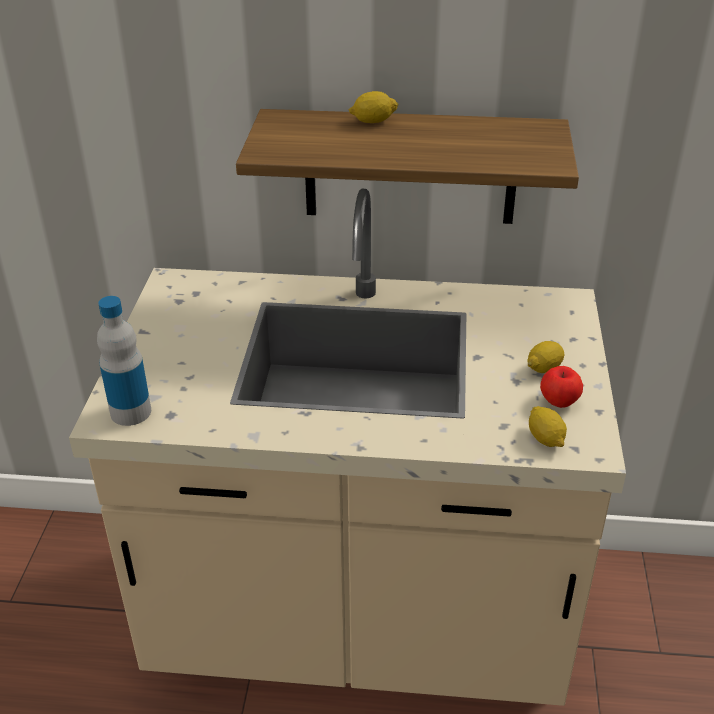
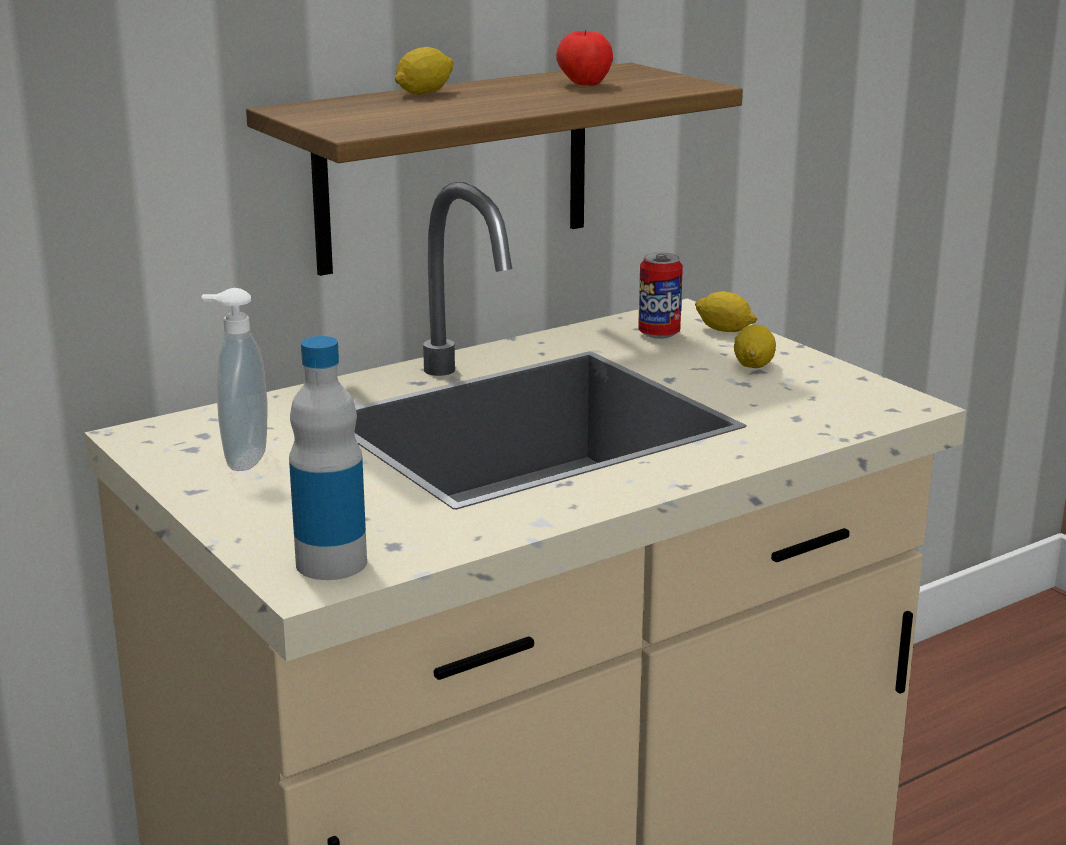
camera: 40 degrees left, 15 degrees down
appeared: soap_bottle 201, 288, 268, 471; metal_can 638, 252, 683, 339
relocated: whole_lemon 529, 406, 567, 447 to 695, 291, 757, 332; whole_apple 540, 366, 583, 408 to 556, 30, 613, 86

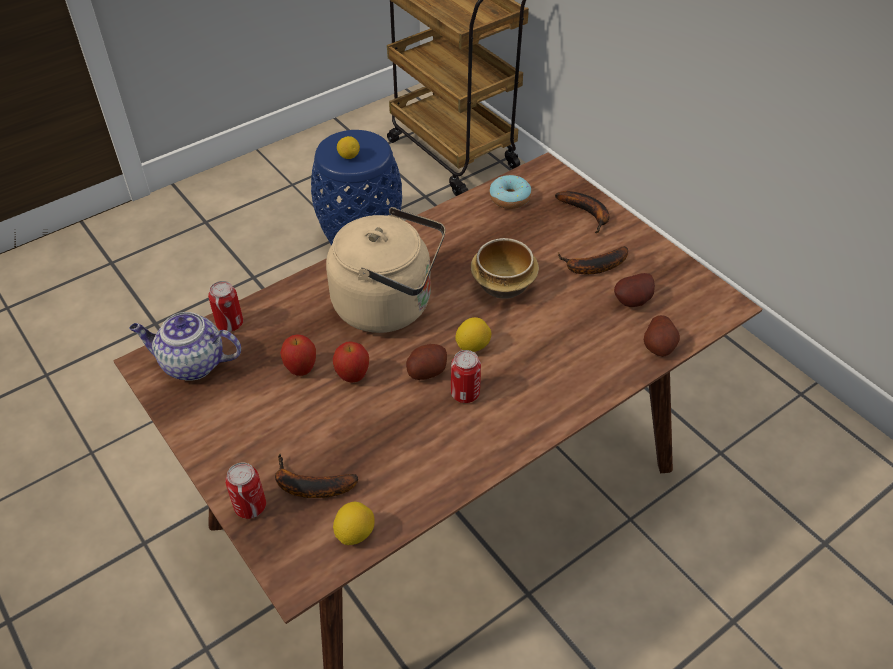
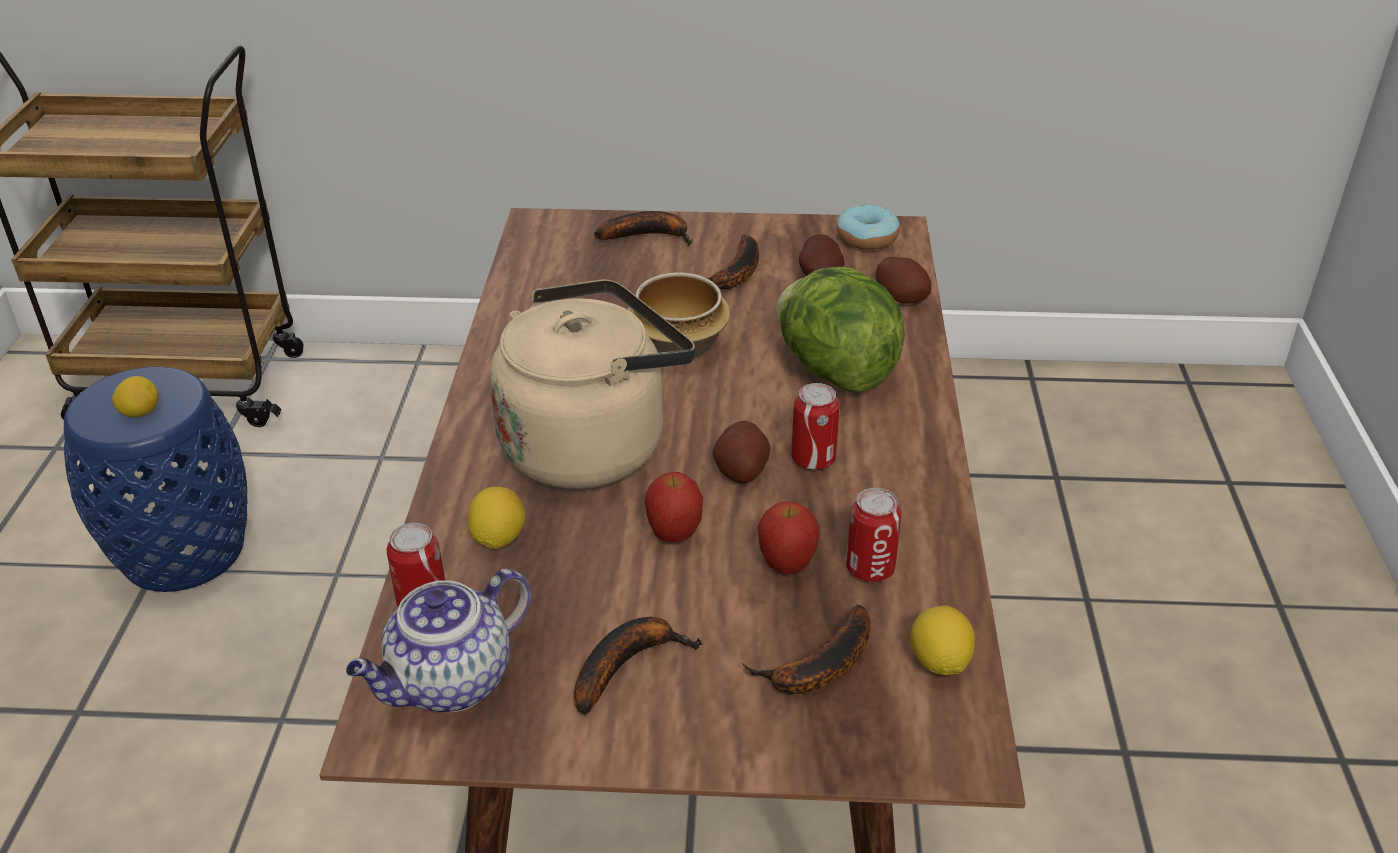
camera: 50 degrees left, 10 degrees down
appeared: whole_banana 574, 617, 703, 715; head_of_lettuce 776, 266, 905, 393
relocated: metal_can 225, 463, 266, 519 to 846, 488, 901, 582; whole_apple 280, 335, 316, 376 to 757, 502, 820, 574; whole_lemon 455, 317, 491, 352 to 467, 487, 525, 549; ring_doughnut 489, 175, 531, 209 to 837, 205, 900, 250

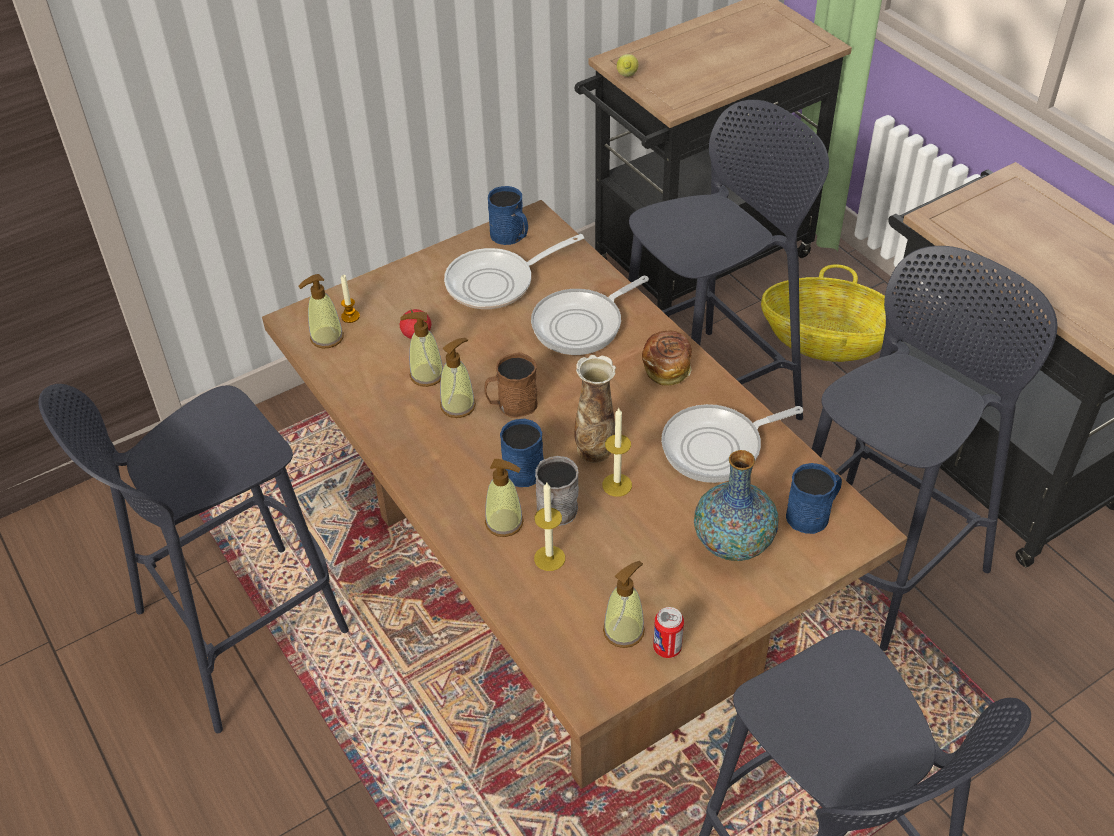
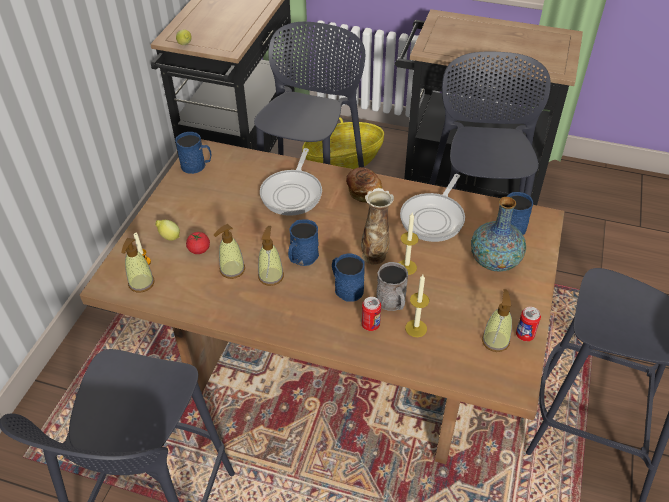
camera: 40 degrees left, 0 degrees up
missing: frying_pan 444, 234, 584, 309
appeared: whole_lemon 155, 220, 180, 241
exchanged: soap_bottle 485, 459, 524, 537 to metal_can 361, 297, 381, 331
colour: brown-coloured_tea_mug 485, 352, 538, 418 to blue-coloured_tea_mug 288, 219, 319, 266

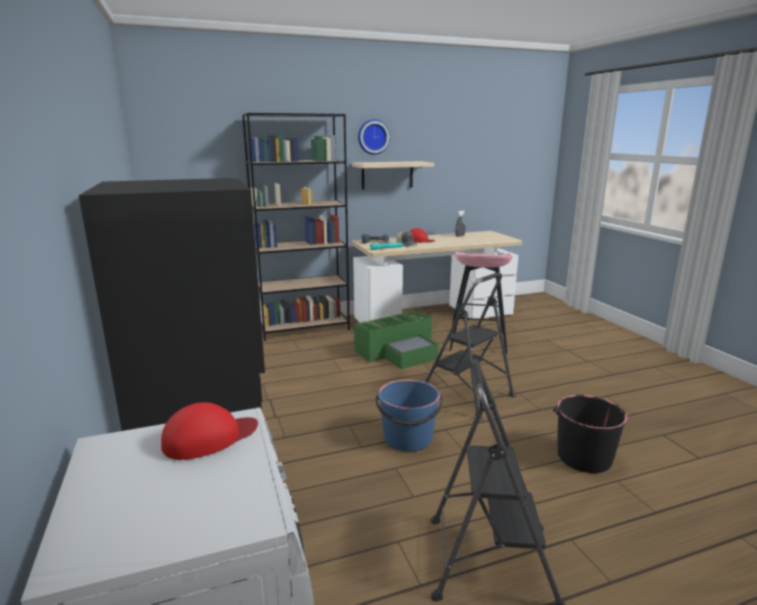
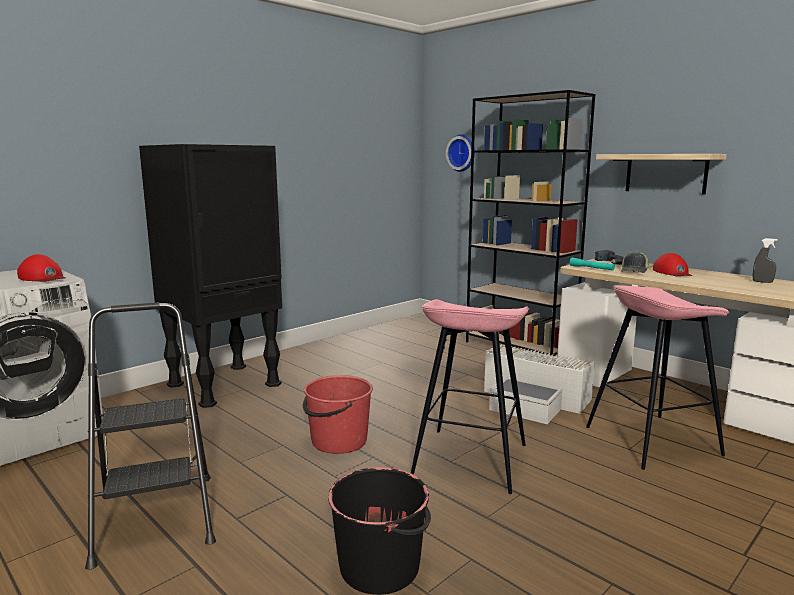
camera: 65 degrees right, 5 degrees down
relocated: hanging_clock 358, 119, 390, 155 to 446, 134, 475, 172
exchanged: blackish_stepladder 425, 273, 516, 421 to pink_sitting_stool 411, 299, 529, 494
colour: green_storage_container 354, 311, 438, 369 to white_storage_container 484, 344, 595, 424; blue-coloured_water_bucket 376, 379, 443, 452 to red-coloured_water_bucket 303, 375, 373, 454

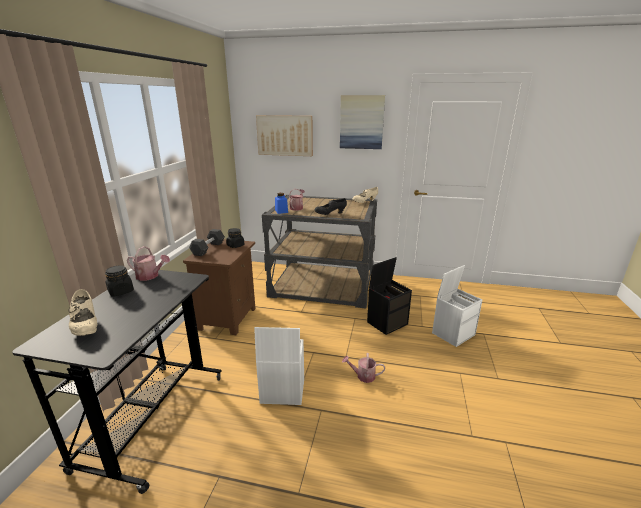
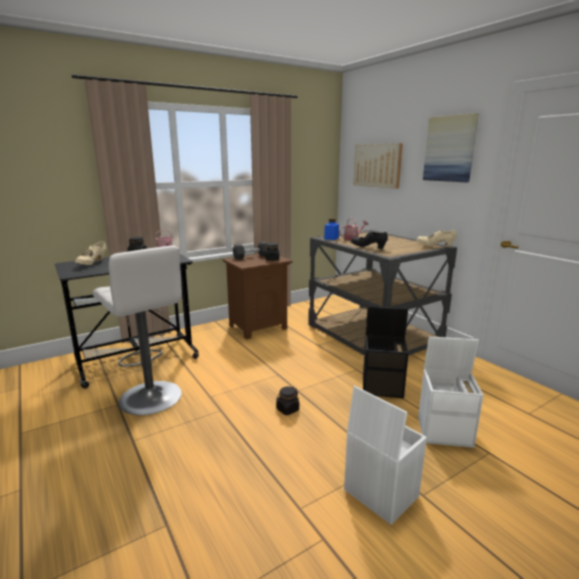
camera: 45 degrees right, 5 degrees down
appeared: white_sitting_stool 93, 245, 182, 415
relocated: white_storage_container 254, 327, 304, 405 to 344, 386, 427, 525
exchanged: sprinkling_can 342, 353, 385, 383 to blackish_storage_jar 276, 387, 299, 415

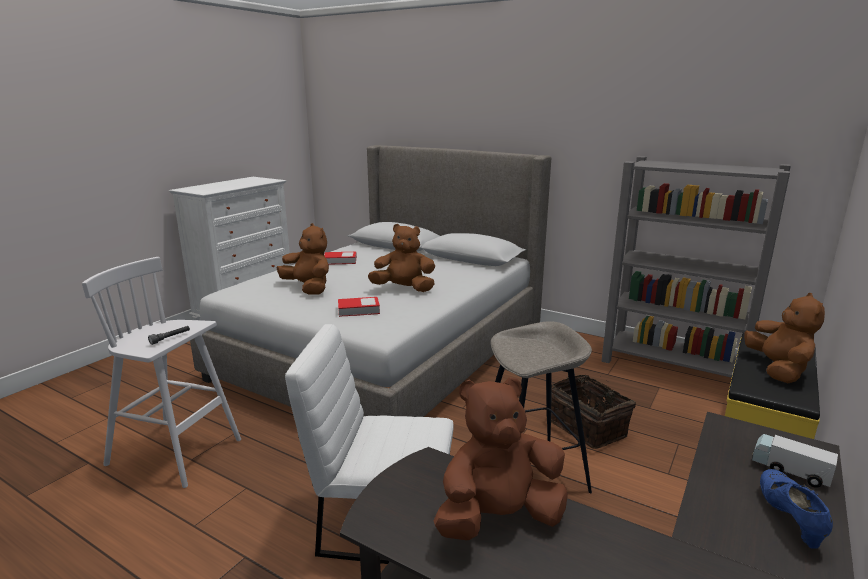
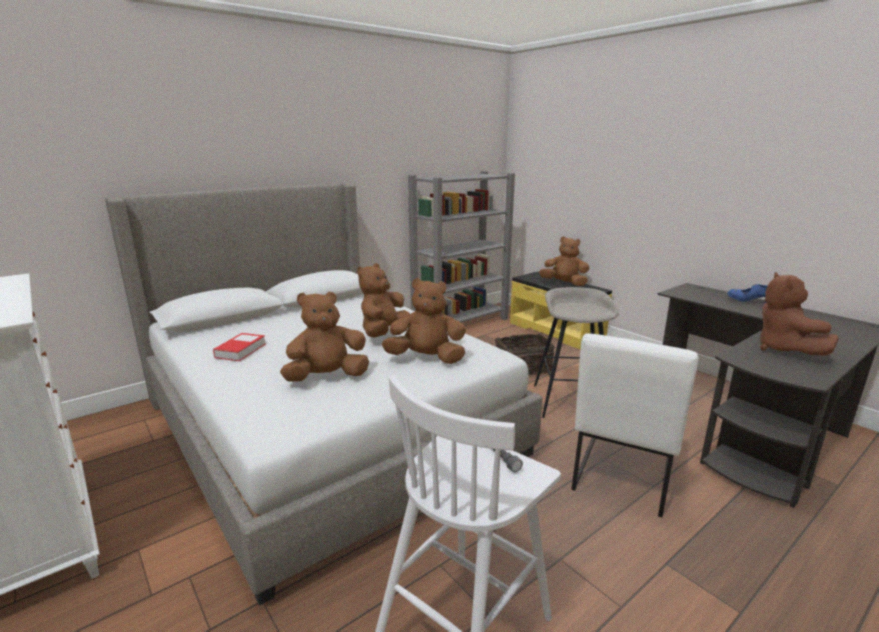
camera: 70 degrees left, 0 degrees up
missing: toy_lorry 752, 434, 838, 488
exchanged: volume 338, 297, 380, 317 to brown-coloured_cuddly_toy 382, 278, 466, 364

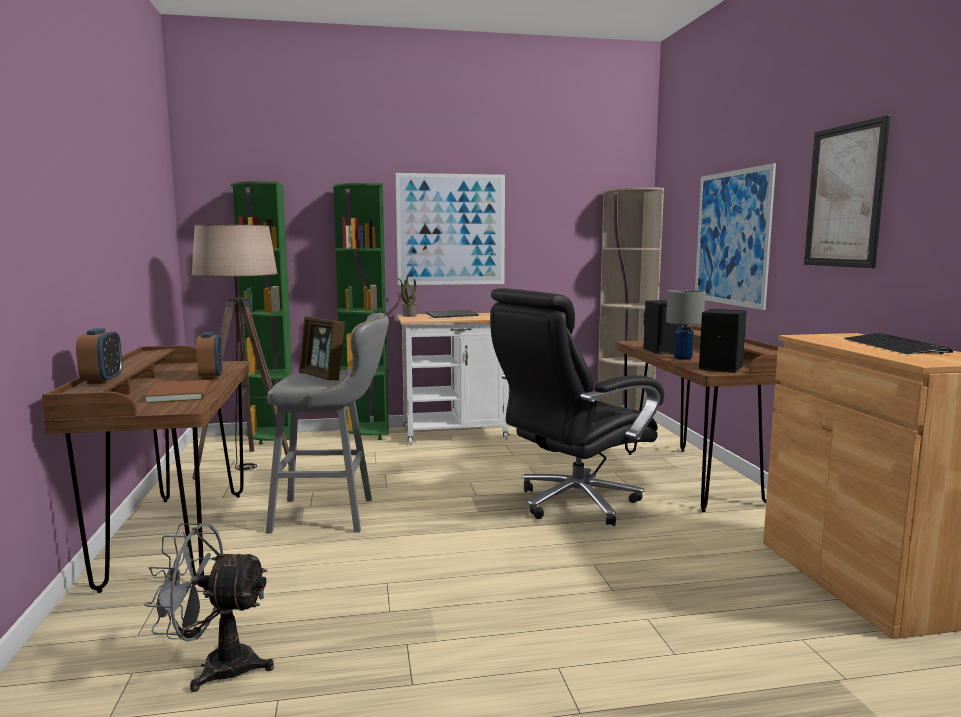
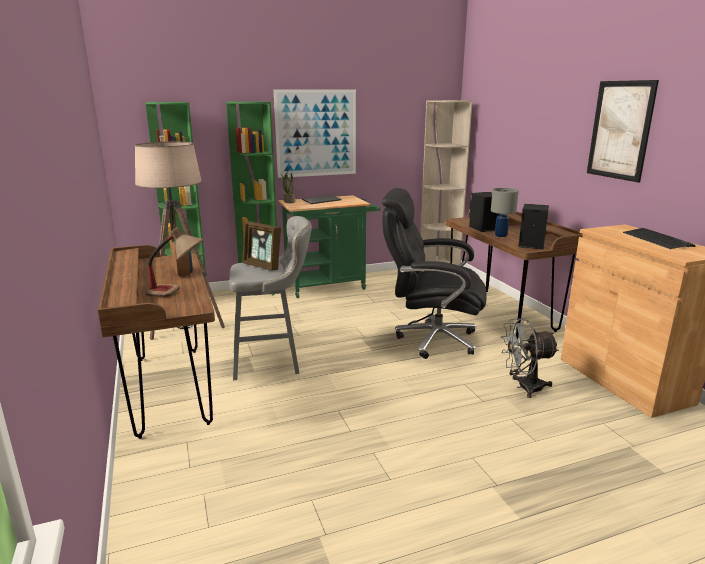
camera: 10 degrees left, 10 degrees up
missing: table_clock 76, 328, 123, 384; picture 695, 163, 776, 310
relocated: greyish_electric_fan 144, 523, 274, 692 to 501, 318, 559, 398
exchanged: brown-coloured_volume 145, 380, 210, 403 to lamp_for_a_table 146, 227, 203, 297
colour: white_wheeled_cart 397, 313, 510, 445 to green_wheeled_cart 278, 195, 381, 298
spun: blackish_desk_chair 490, 288, 664, 526 = 382, 188, 486, 359 60 degrees clockwise

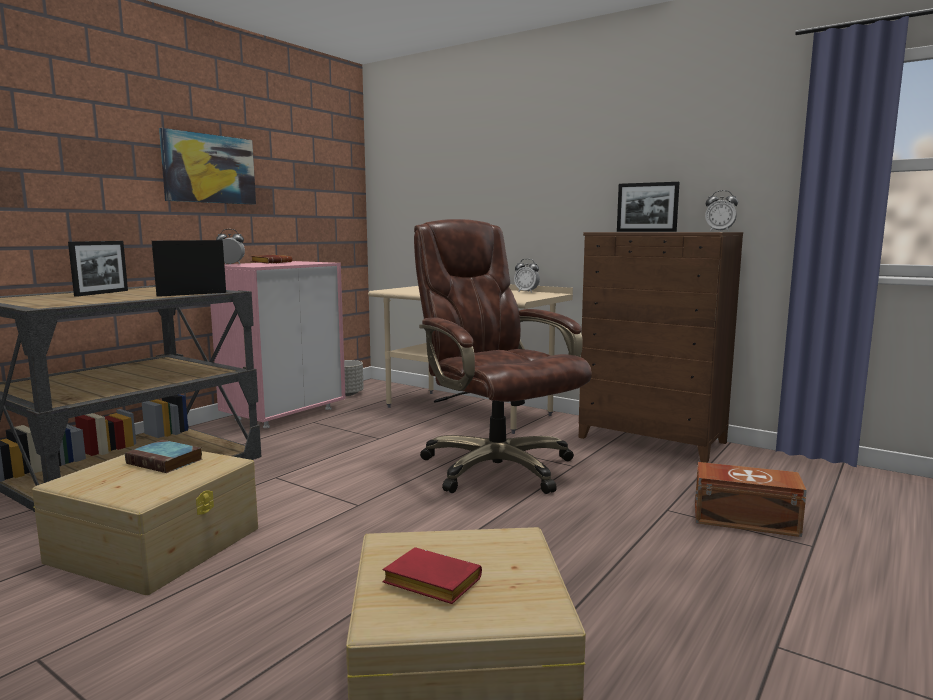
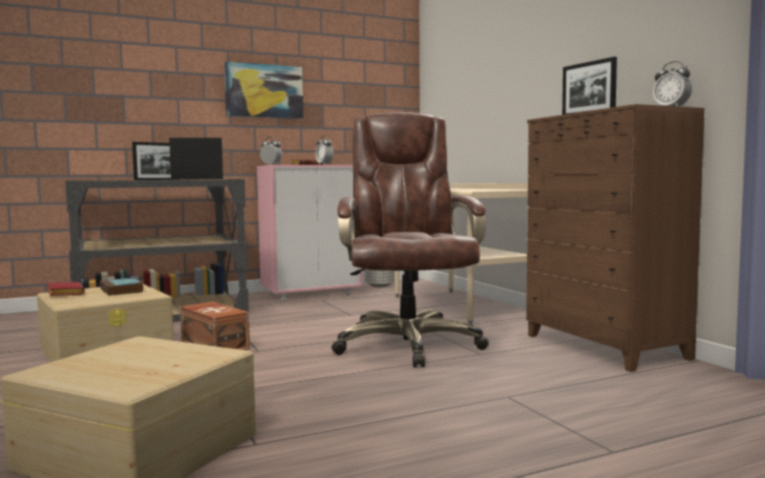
camera: 30 degrees right, 5 degrees down
relocated: red-coloured_volume 382, 547, 482, 604 to 48, 282, 85, 296; table_clock 514, 258, 540, 293 to 316, 135, 334, 165; brown-coloured_storage_container 695, 462, 807, 537 to 180, 302, 250, 350

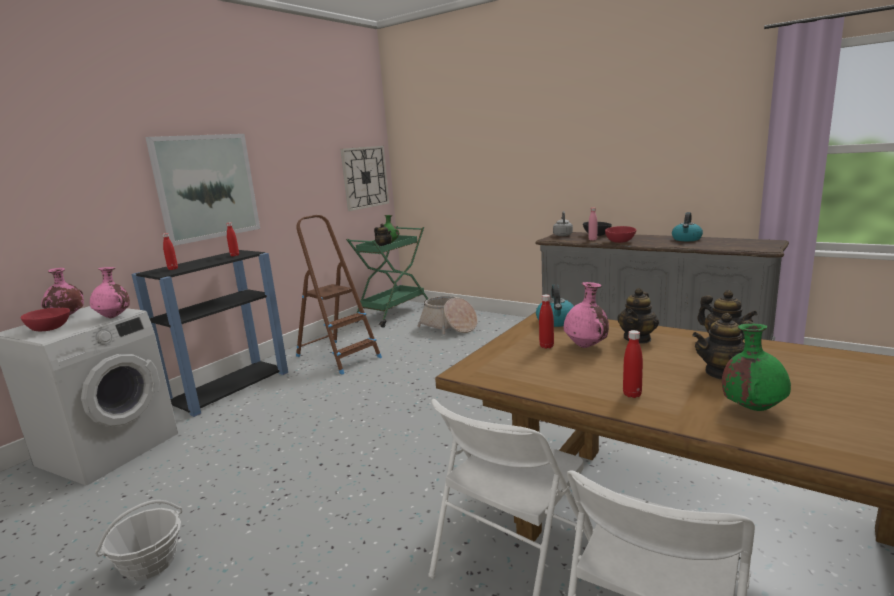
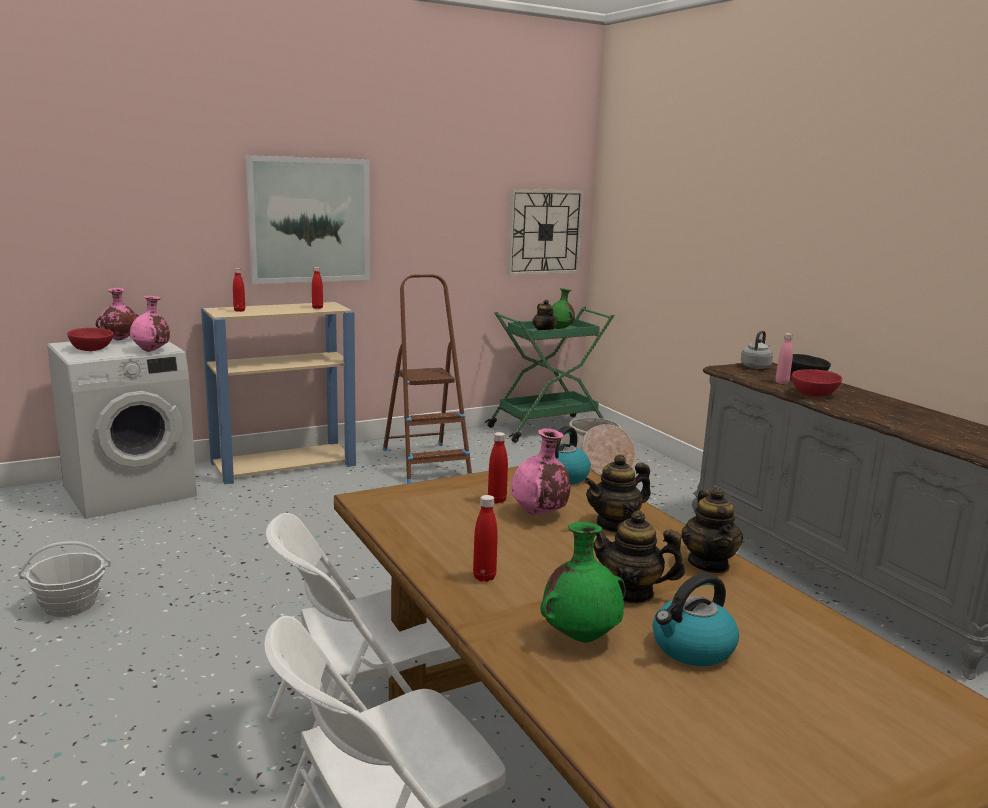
camera: 25 degrees right, 0 degrees up
relocated: kettle 672, 212, 703, 241 to 653, 573, 739, 666
colour: blackish_bookcase 132, 250, 288, 417 to beige-coloured_bookcase 201, 302, 356, 484

